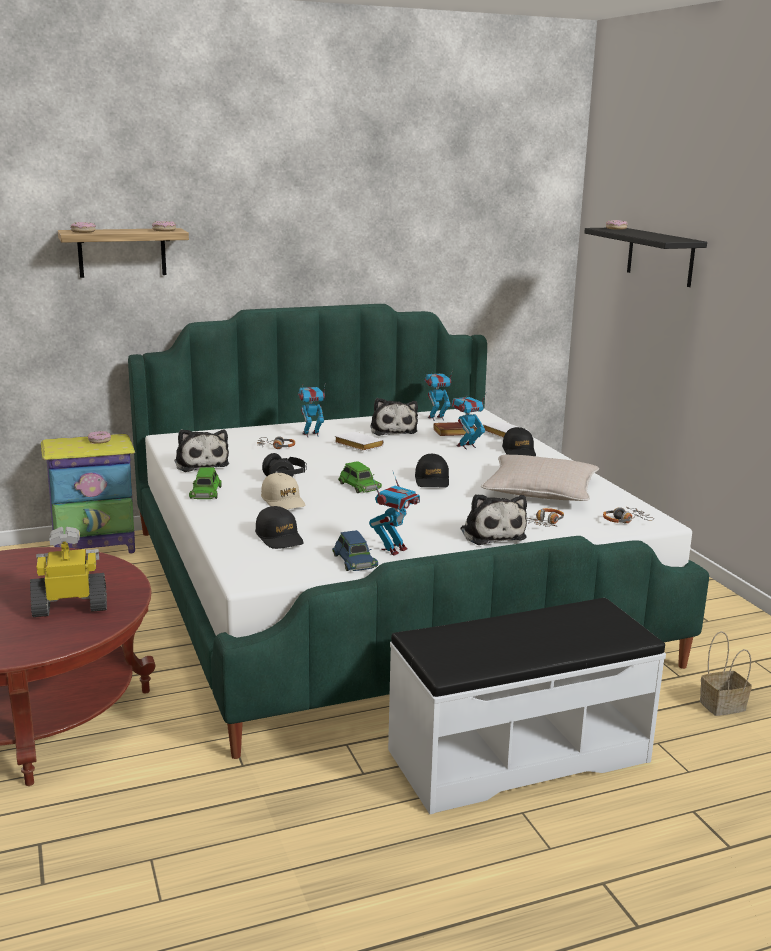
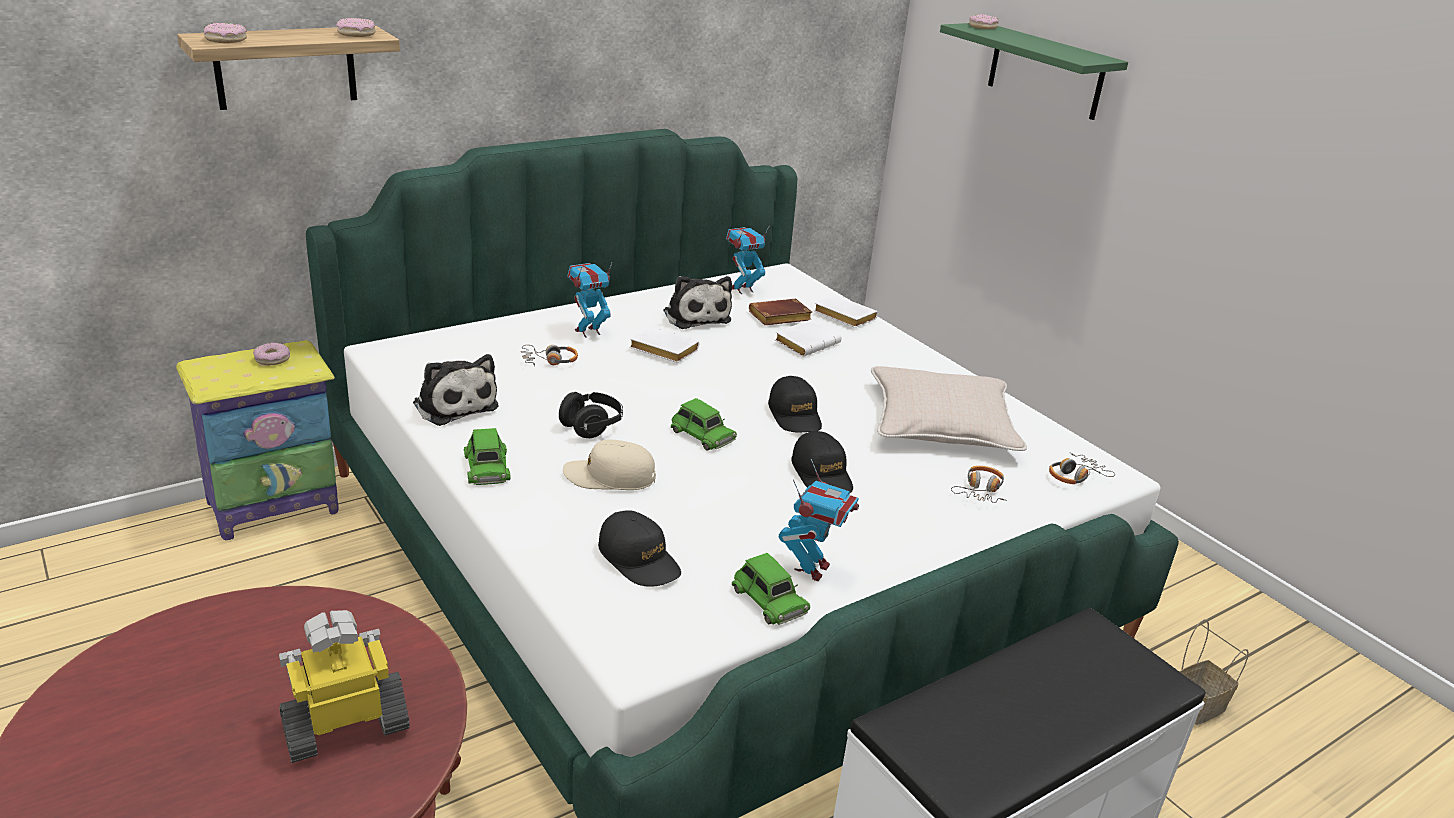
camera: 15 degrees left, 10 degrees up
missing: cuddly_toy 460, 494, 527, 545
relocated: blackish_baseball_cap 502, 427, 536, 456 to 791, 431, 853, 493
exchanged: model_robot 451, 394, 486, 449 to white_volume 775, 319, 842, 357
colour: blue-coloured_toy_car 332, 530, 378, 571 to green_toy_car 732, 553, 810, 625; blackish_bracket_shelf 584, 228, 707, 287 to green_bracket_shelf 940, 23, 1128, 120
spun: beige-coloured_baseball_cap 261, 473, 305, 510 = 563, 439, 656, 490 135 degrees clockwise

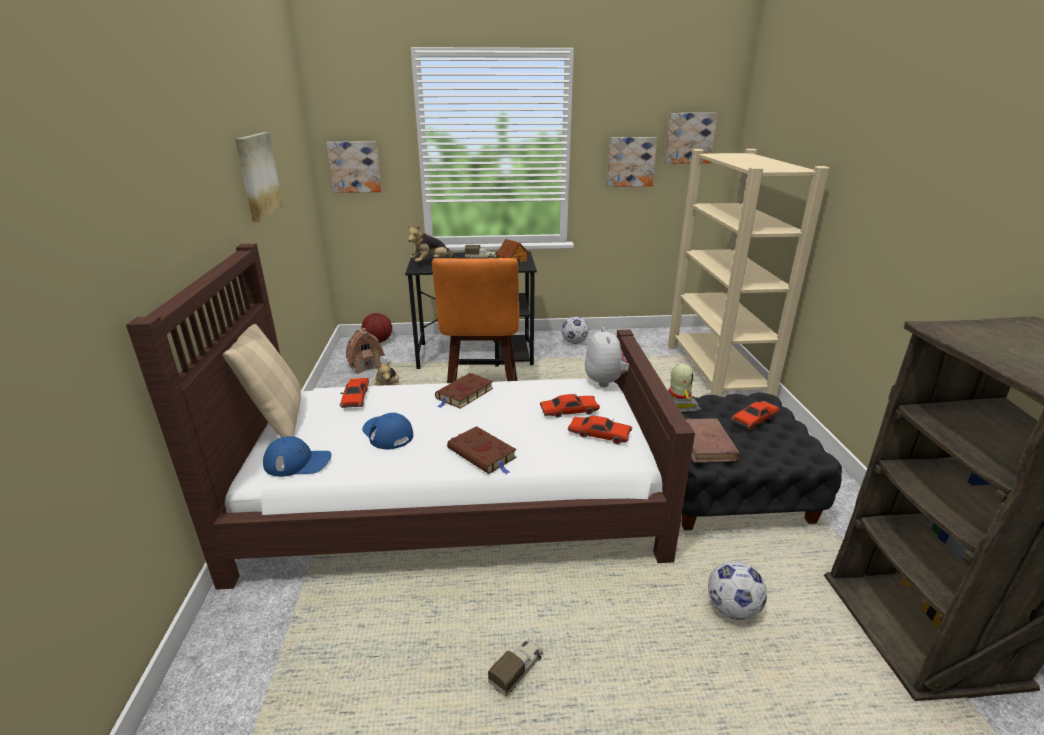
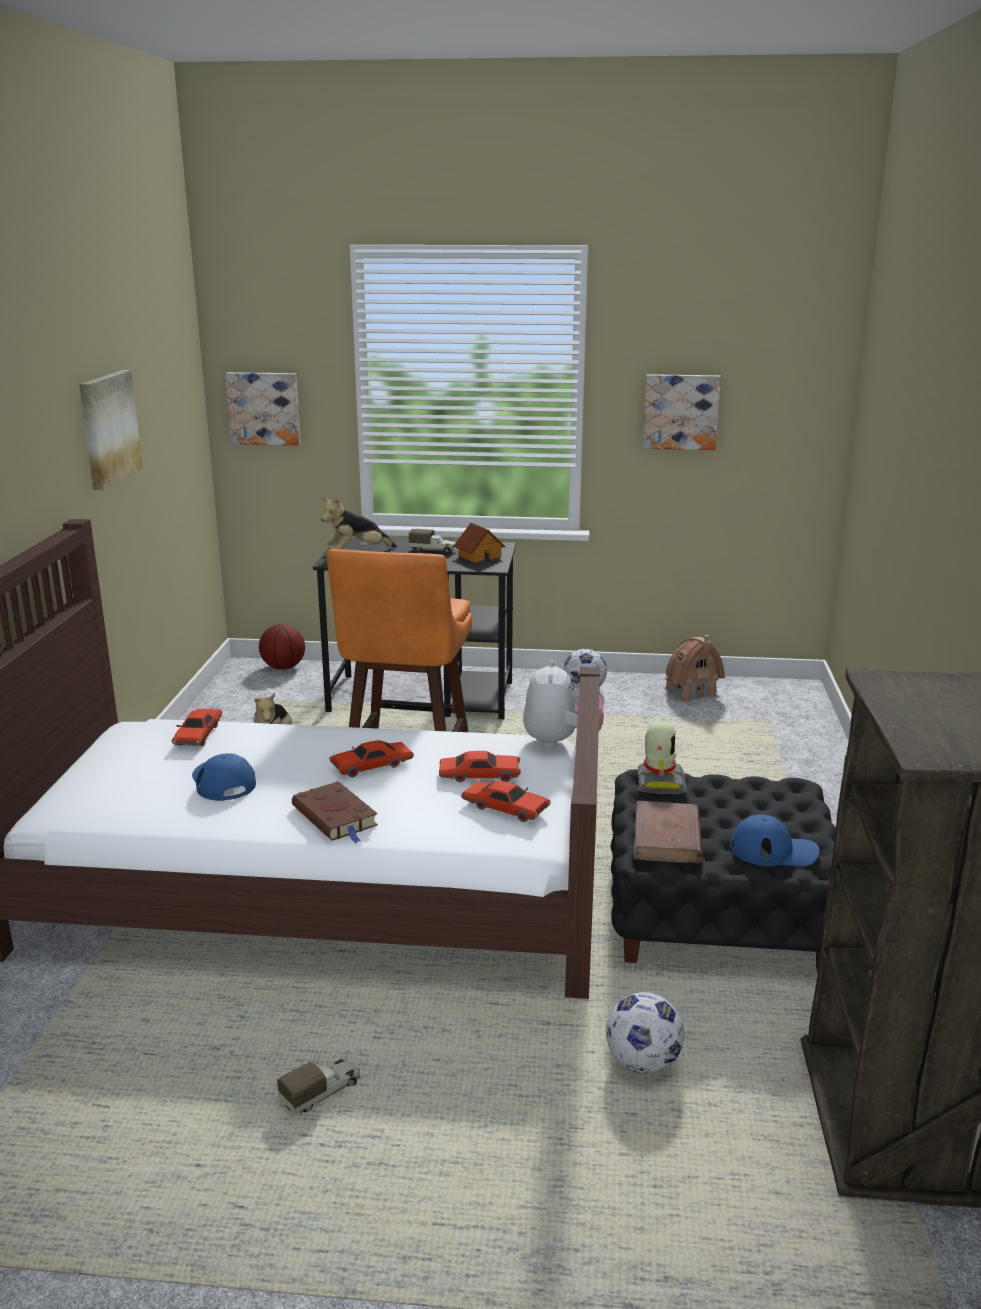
camera: 10 degrees right, 5 degrees down
missing: beige-coloured_pillow 223, 324, 301, 437; brown-coloured_volume 435, 373, 493, 409; picture 664, 113, 718, 164; beige-coloured_bookcase 668, 149, 830, 397
relocated: blue-coloured_baseball_cap 263, 436, 331, 477 to 730, 814, 820, 866; toy_house 346, 328, 385, 375 to 664, 635, 725, 703; red-coloured_toy_car 731, 401, 779, 430 to 329, 740, 414, 777

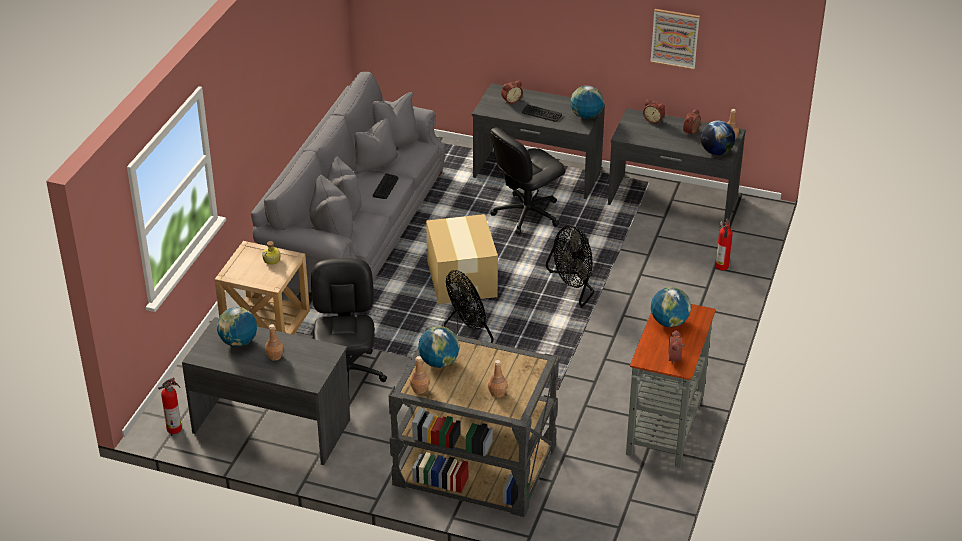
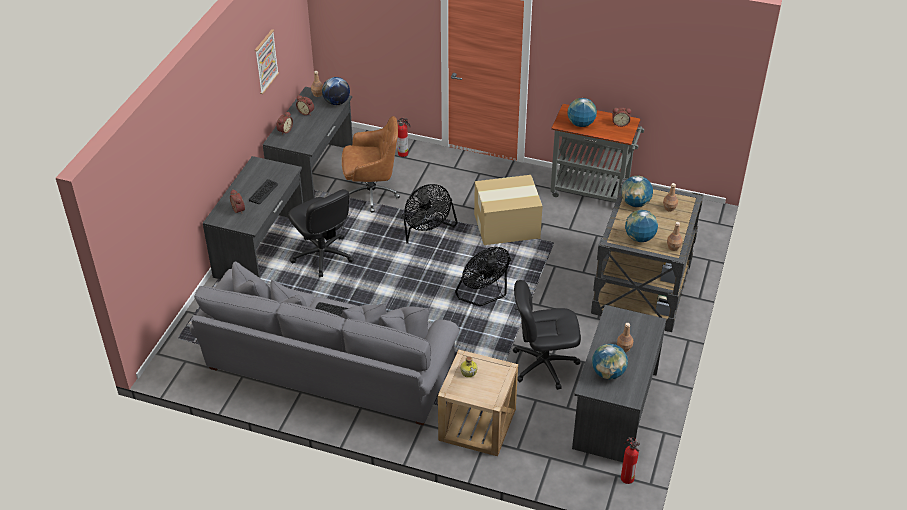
camera: 90 degrees left, 5 degrees up
appeared: brown-coloured_desk_chair 342, 116, 400, 213
relocated: packing_box 426, 214, 498, 304 to 474, 175, 543, 245; globe 570, 85, 603, 119 to 621, 176, 653, 207

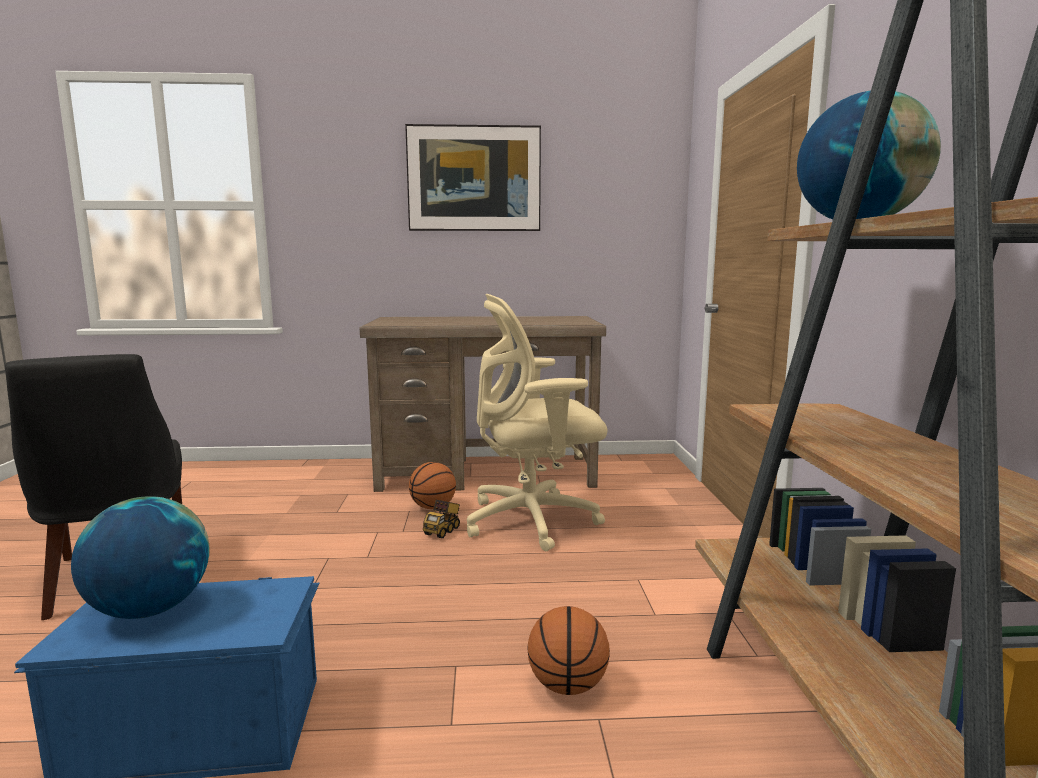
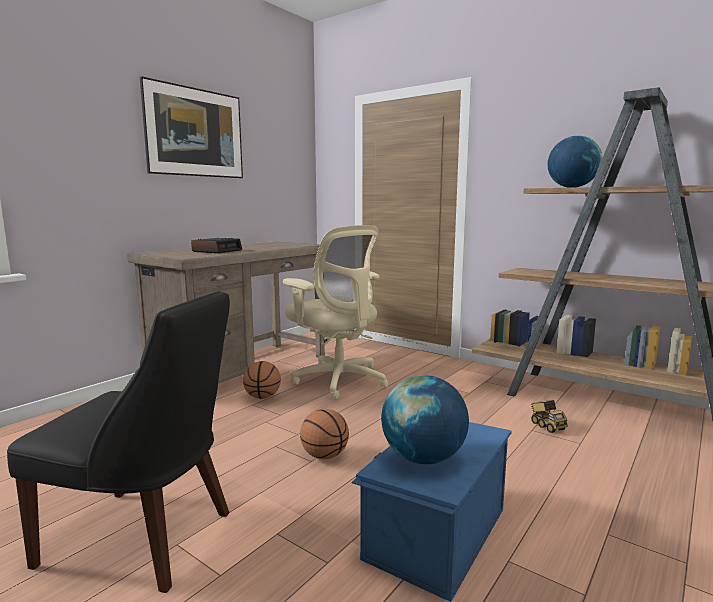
camera: 50 degrees left, 0 degrees up
appeared: table_clock 191, 238, 242, 253
relocated: toy_lorry 423, 500, 460, 538 to 531, 400, 568, 433; basketball_ball 527, 606, 610, 695 to 300, 409, 349, 459
spun: beige-coloured_desk_chair 467, 294, 607, 551 = 283, 225, 389, 399 75 degrees counterclockwise

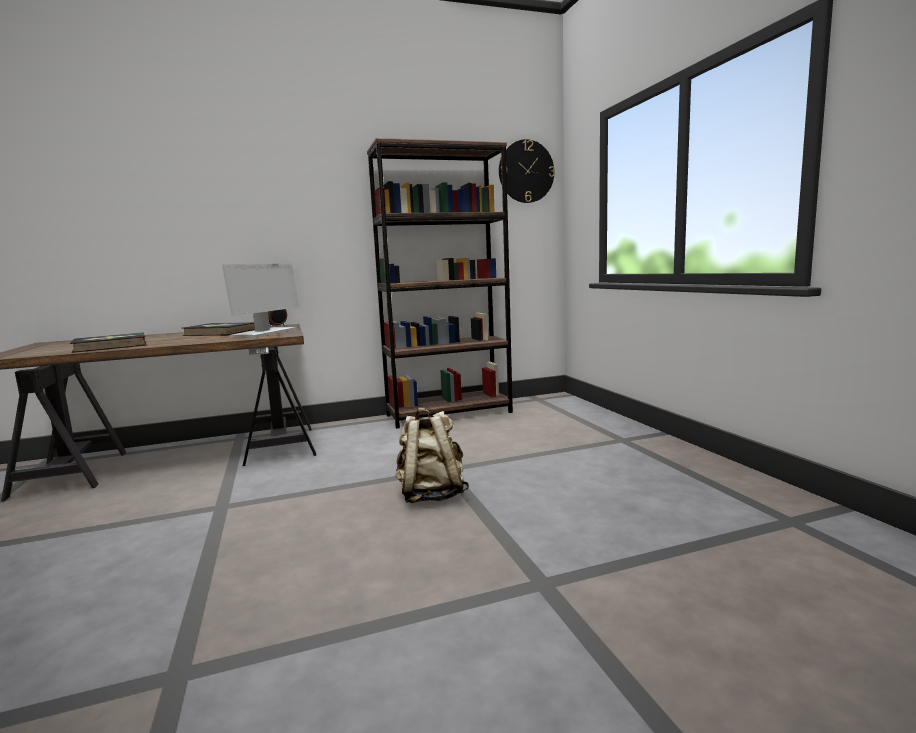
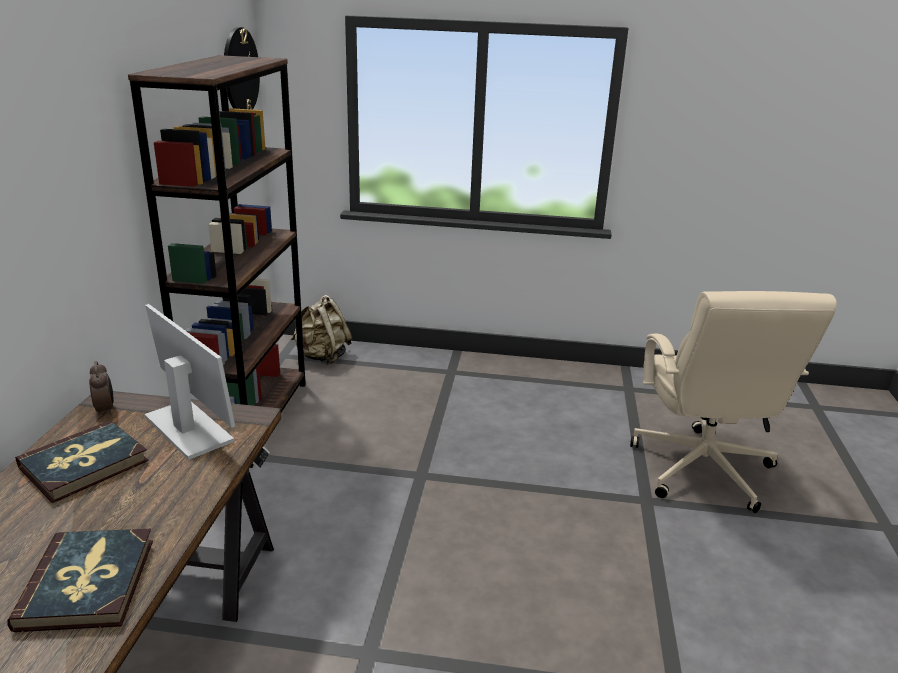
camera: 65 degrees left, 15 degrees up
appeared: beige-coloured_desk_chair 630, 291, 837, 513
relocated: beige-coloured_knapsack 395, 407, 469, 503 to 291, 295, 352, 365

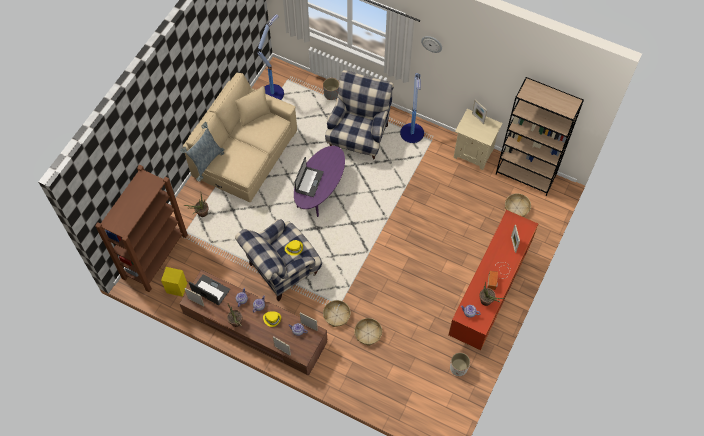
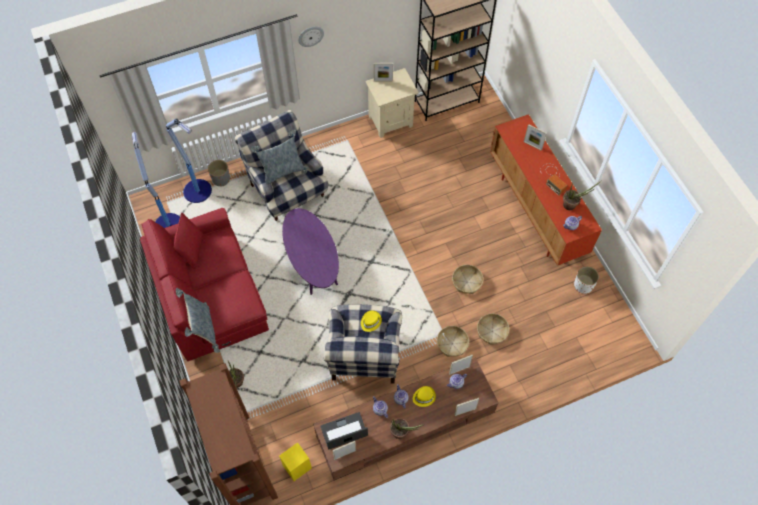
camera: 50 degrees left, 0 degrees up
missing: laptop 294, 157, 324, 197
appeared: pillow 251, 130, 309, 184
relocated: standing_lamp 400, 73, 424, 143 to 166, 118, 212, 203; household_basket 505, 193, 531, 217 to 452, 265, 483, 294
colour: beige-coloured_couch 183, 73, 297, 202 to red-coloured_couch 140, 208, 269, 361

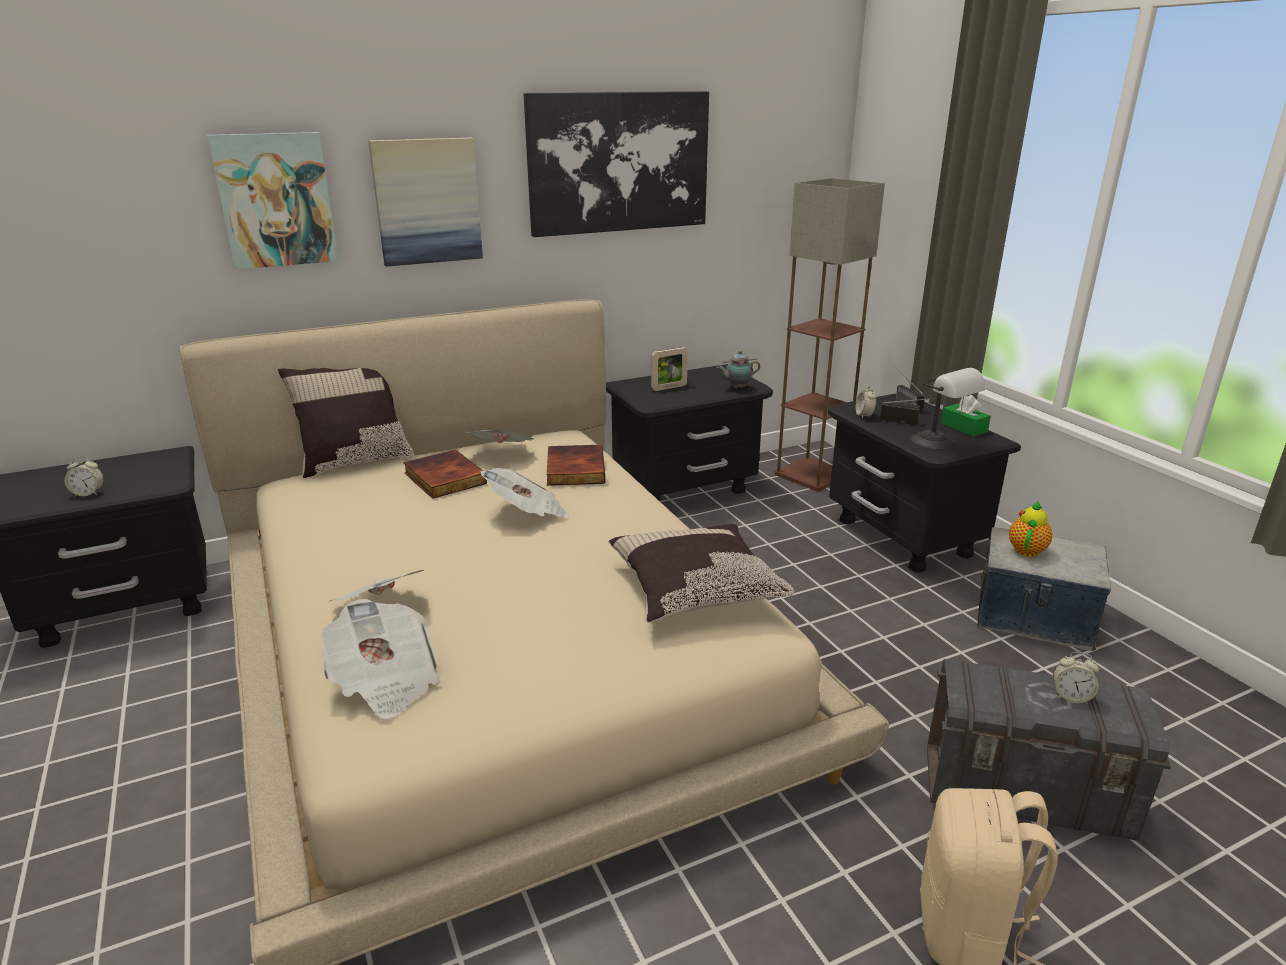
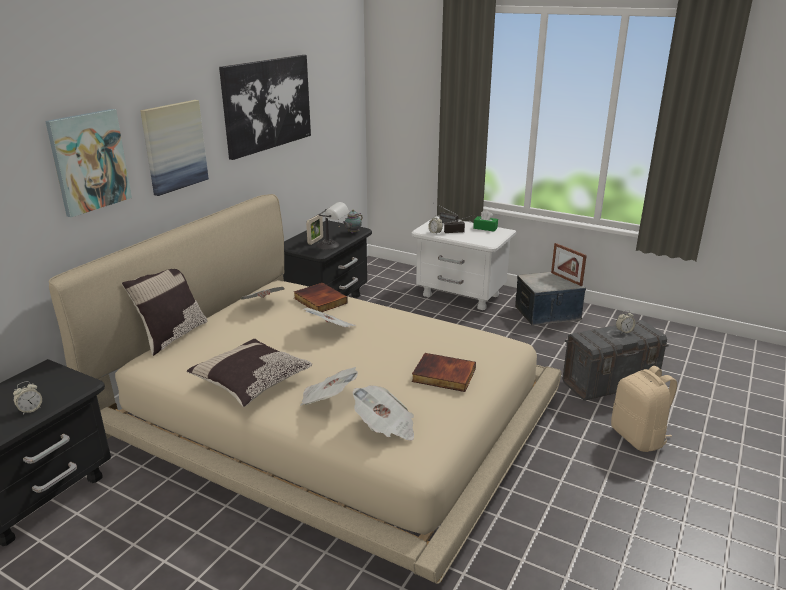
camera: 35 degrees left, 0 degrees up
missing: standing_lamp 775, 178, 885, 492; teapot 1009, 500, 1052, 557
appeared: picture_frame 551, 243, 587, 286
relocated: volume 403, 449, 487, 499 to 412, 353, 476, 392; pillow 609, 524, 795, 623 to 187, 339, 312, 407; lamp_for_a_table 911, 368, 986, 449 to 316, 202, 349, 249
colour: blackish_bedside_table 828, 393, 1021, 573 to white_bedside_table 411, 216, 516, 310

